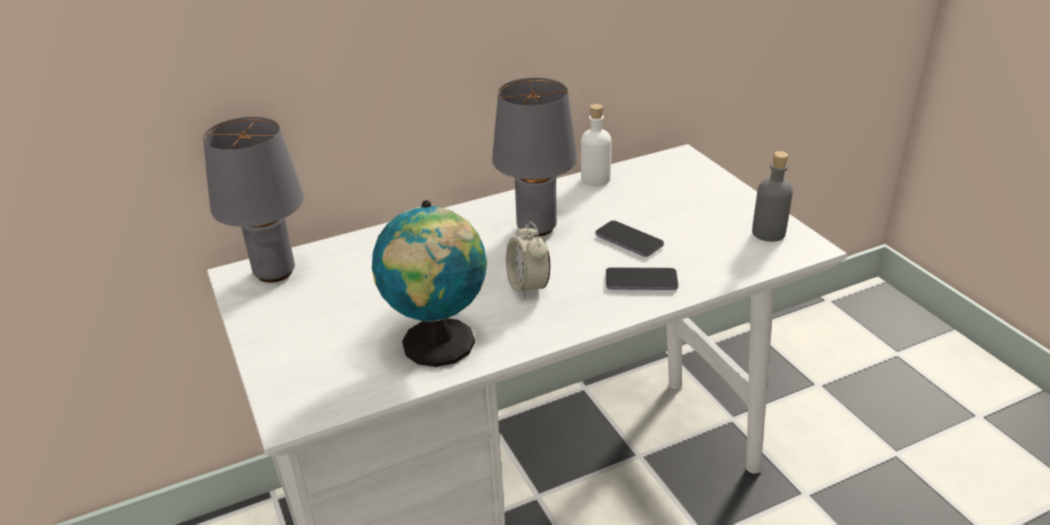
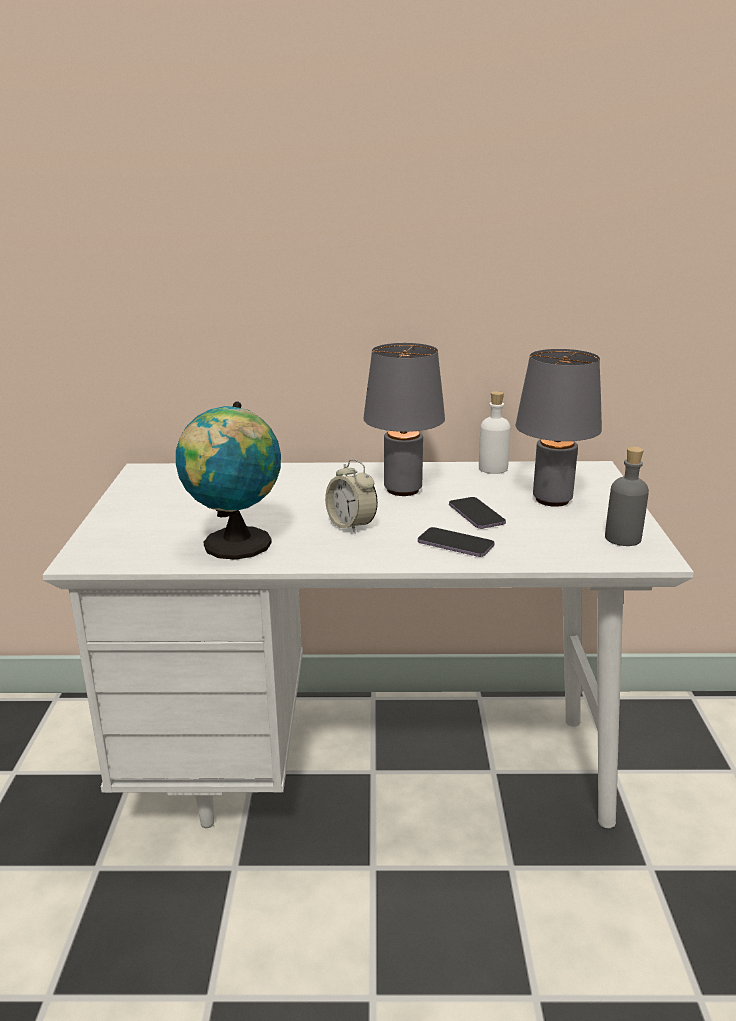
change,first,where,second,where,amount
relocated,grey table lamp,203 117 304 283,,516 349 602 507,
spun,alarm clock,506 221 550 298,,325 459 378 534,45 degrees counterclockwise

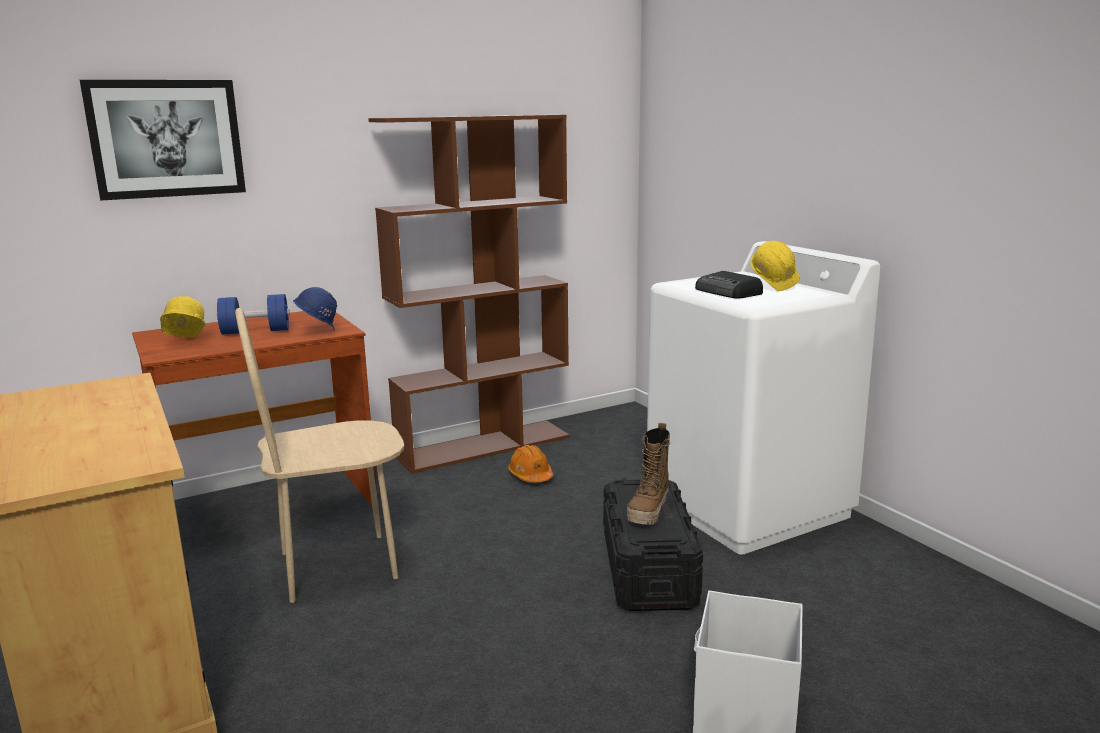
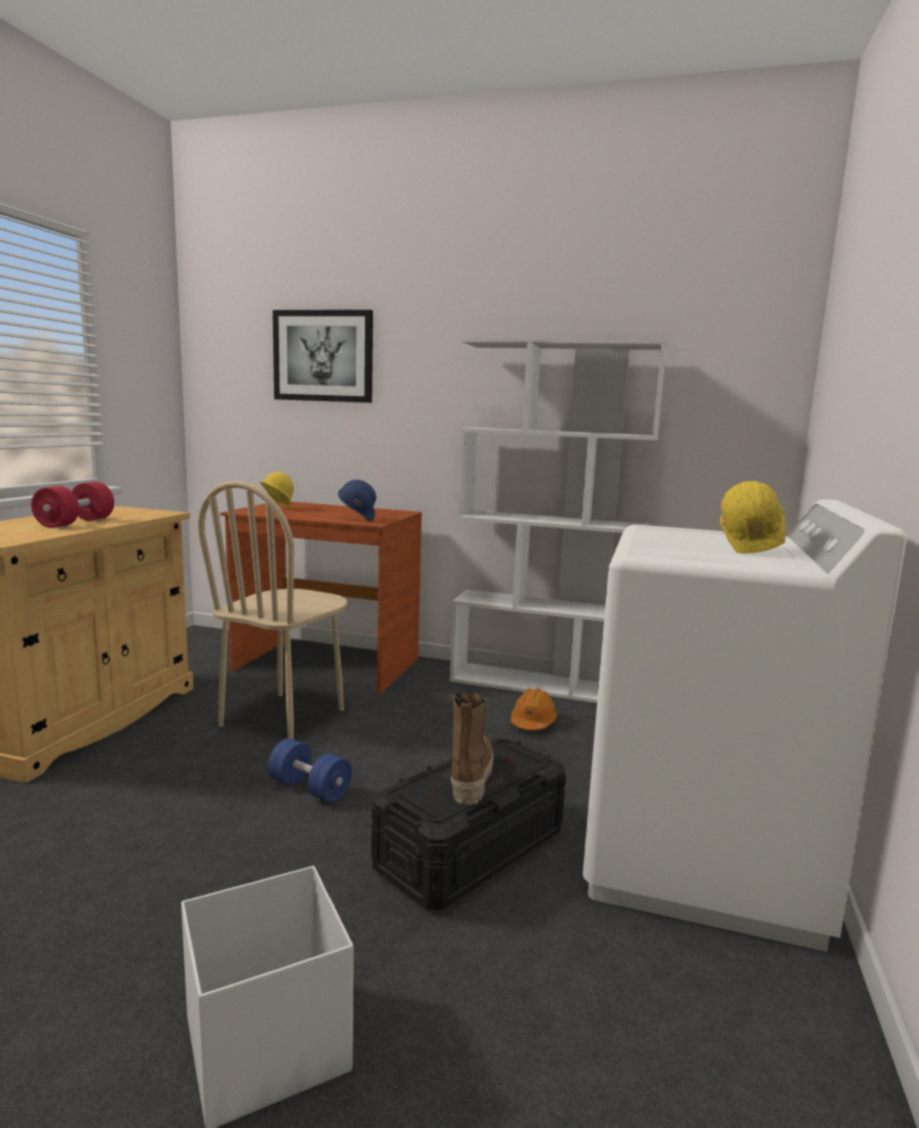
change,first,where,second,where,amount
relocated,blue dumbbell,217 294 290 335,,268 738 352 803,
spun,beige chair,235 308 404 603,,197 481 348 739,90 degrees counterclockwise
colour,brown bookcase,368 115 569 474,white bookcase,450 338 667 703,
spun,boot,627 423 670 525,,451 692 494 805,120 degrees clockwise
missing,radio,695 271 763 299,,,
appeared,,,red dumbbell,31 482 114 528,

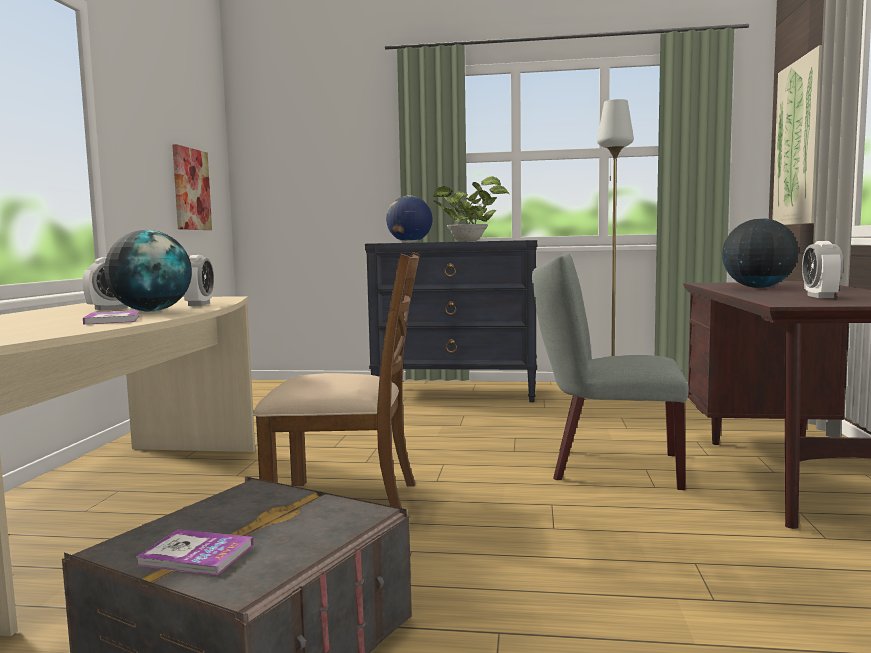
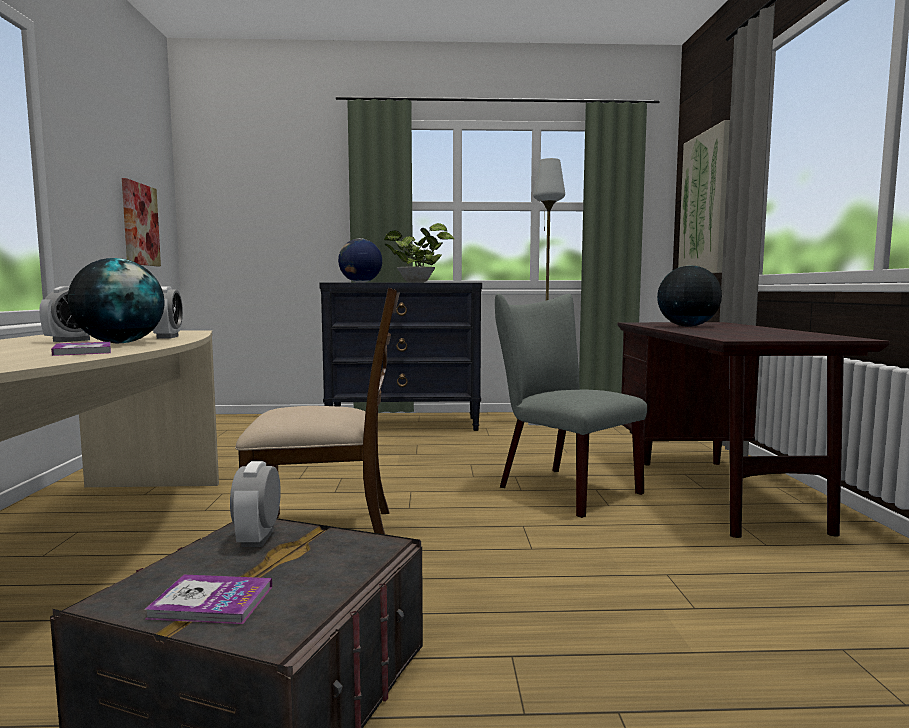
change,first,where,second,where,amount
spun,grey chair,532 254 689 490,,495 294 647 518,45 degrees clockwise
relocated,alarm clock,802 241 843 298,,230 461 281 547,

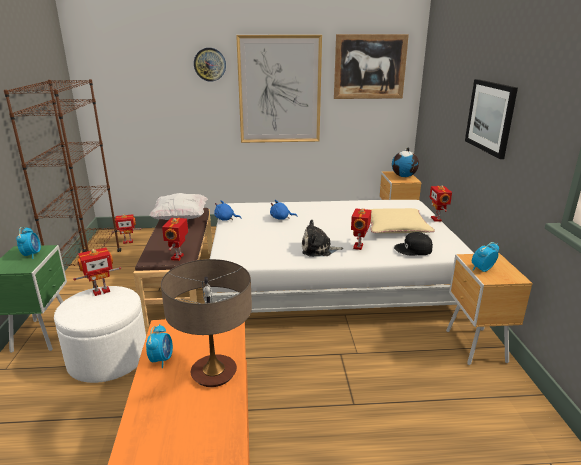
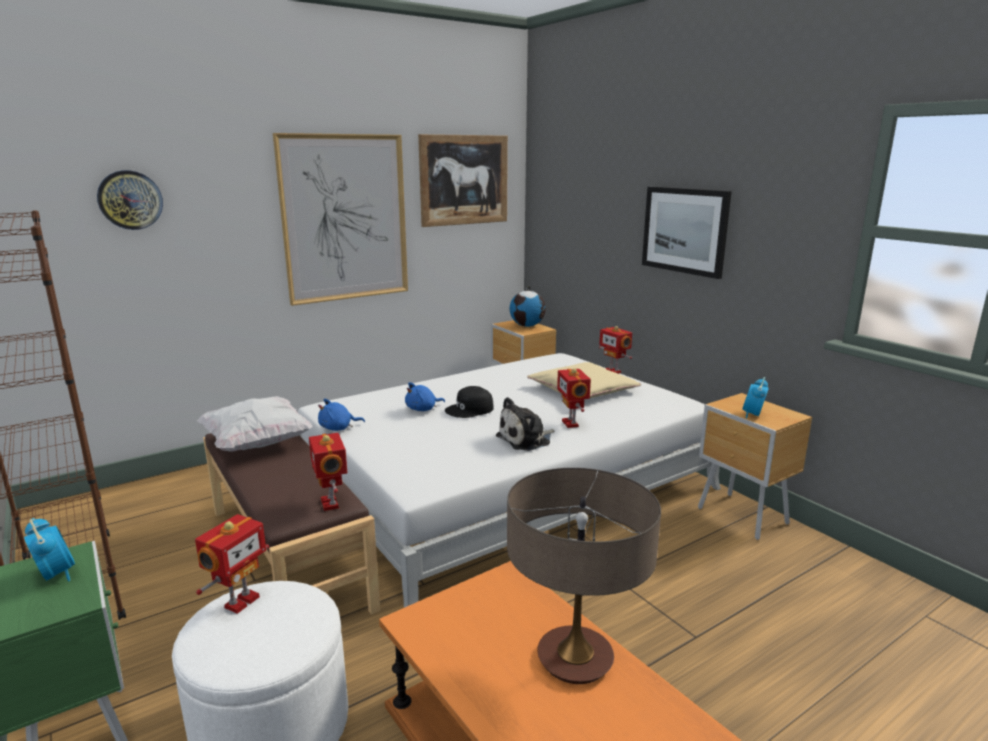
change,first,where,second,where,amount
missing,toy robot,111 214 141 244,,,
missing,alarm clock,146 324 173 368,,,
relocated,wall clock,194 48 226 82,,97 170 163 230,
relocated,black cap,394 232 433 255,,445 386 494 418,

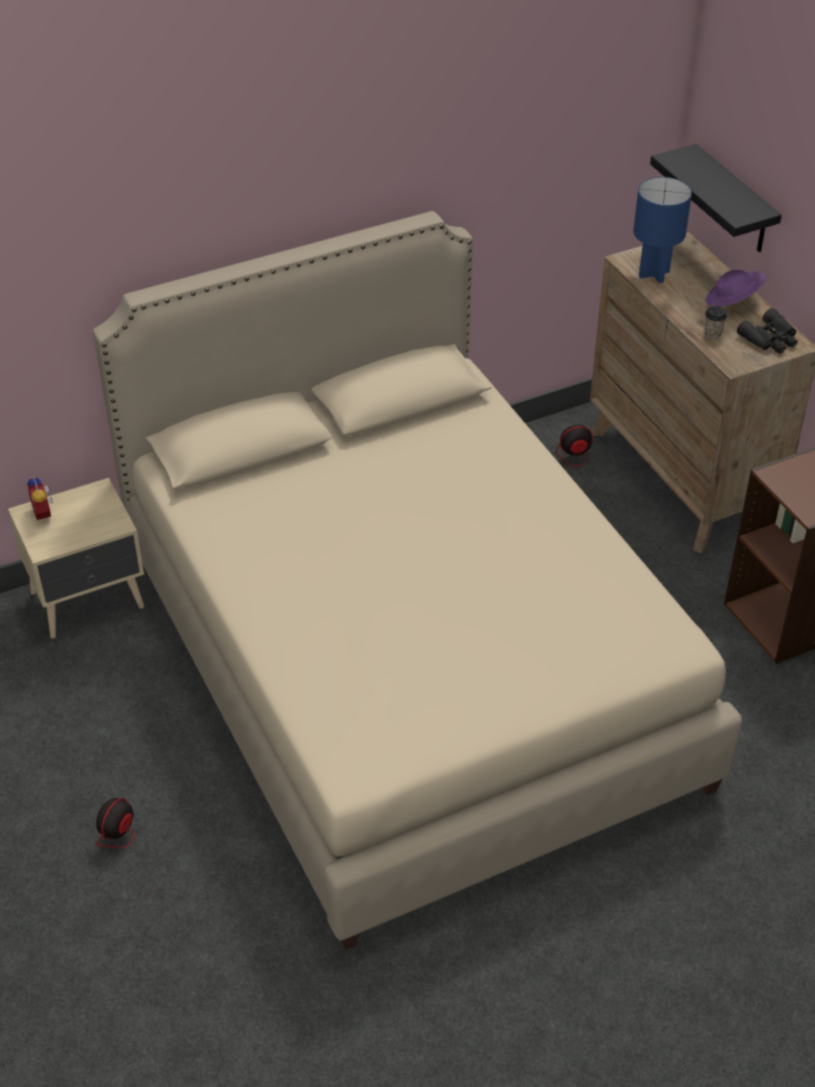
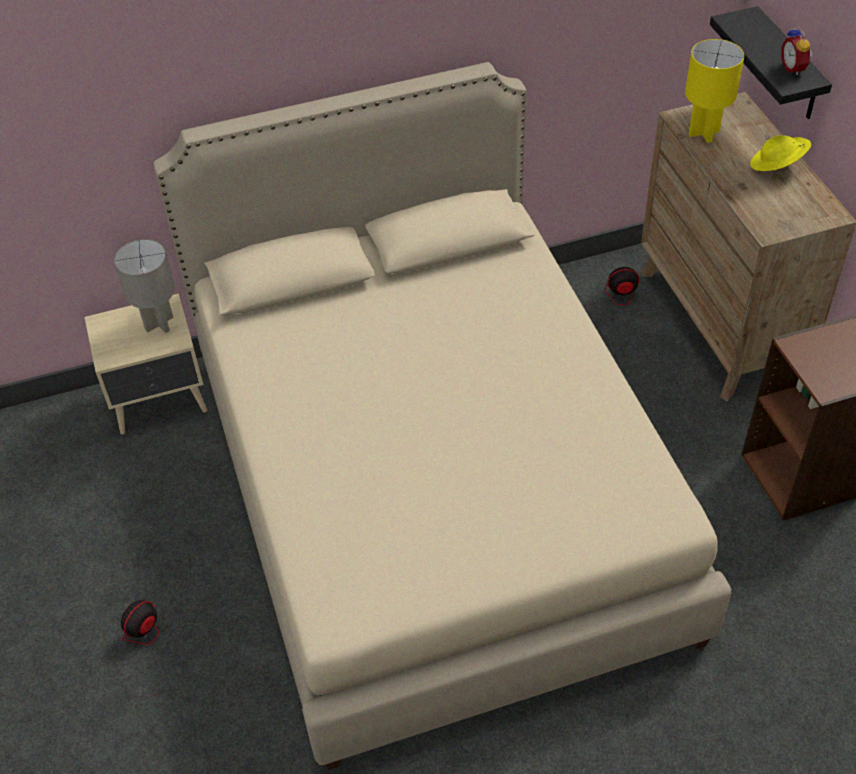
change,first,where,second,where,amount
relocated,alarm clock,27 476 54 522,,781 26 813 75,
colour,blue table lamp,633 177 692 283,yellow table lamp,685 39 744 143,
missing,cup,704 306 727 339,,,
colour,purple hat,706 270 766 306,yellow hat,750 135 811 171,
missing,black binoculars,737 308 798 354,,,
appeared,,,grey table lamp,114 239 175 333,

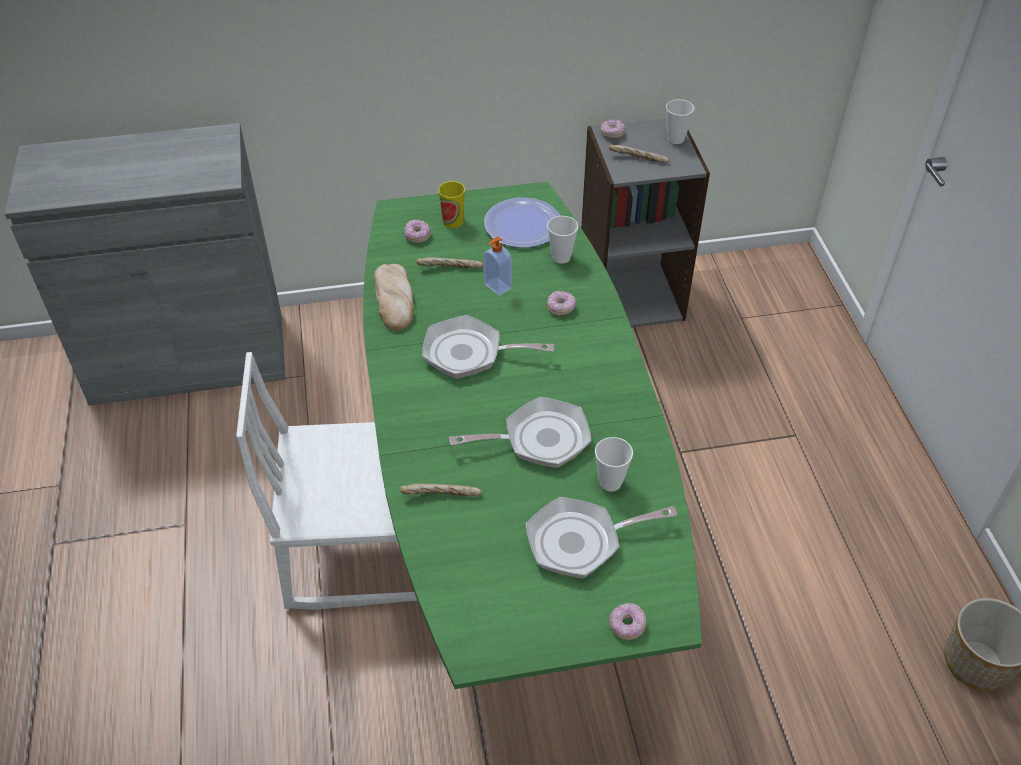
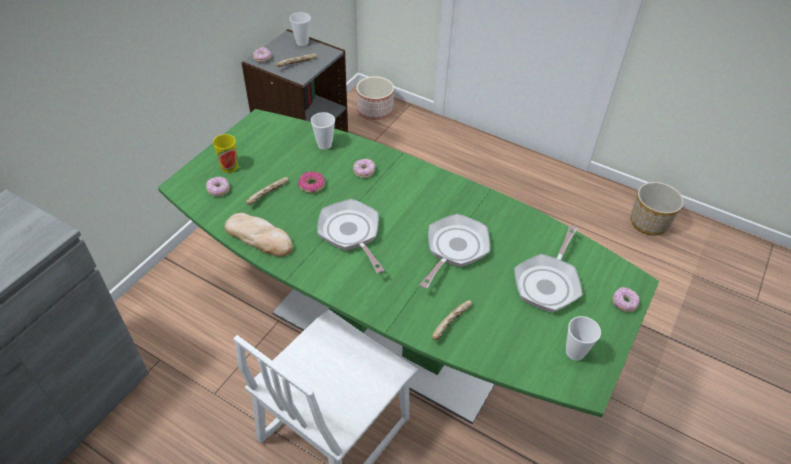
change,first,where,second,where,amount
spun,frying pan,422 315 554 379,,317 199 384 273,105 degrees clockwise
exchanged,soap dispenser,483 237 512 296,donut,298 171 325 193,
missing,plate,484 198 560 248,,,
relocated,cup,595 437 633 492,,566 316 601 361,
appeared,,,planter,356 76 394 120,

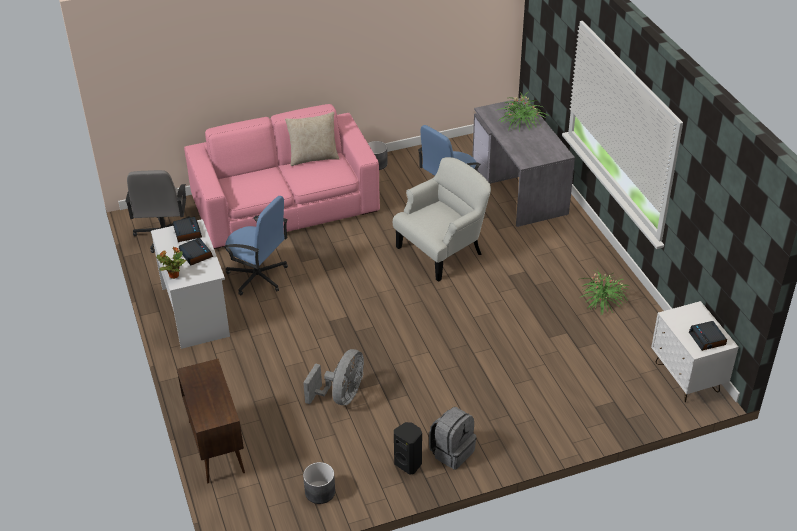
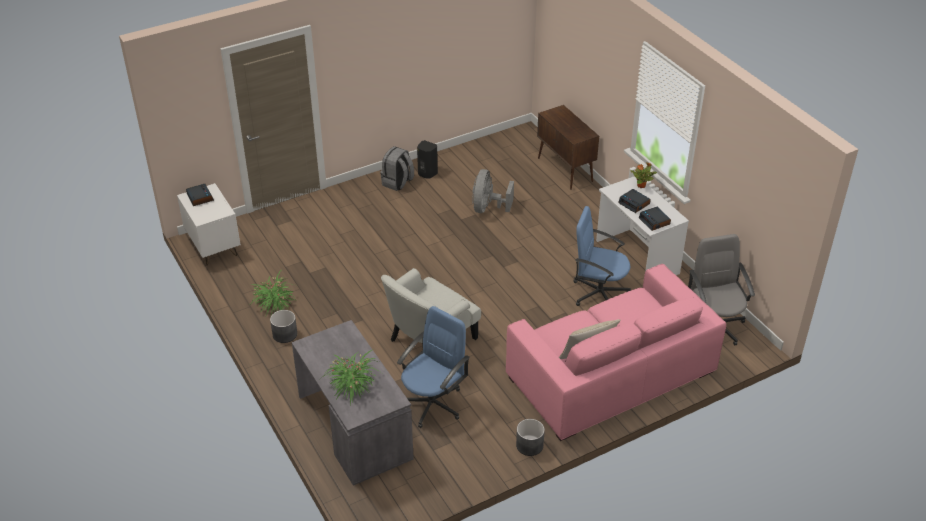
change,first,where,second,where,amount
relocated,grey planter,303 462 335 504,,270 310 297 343,

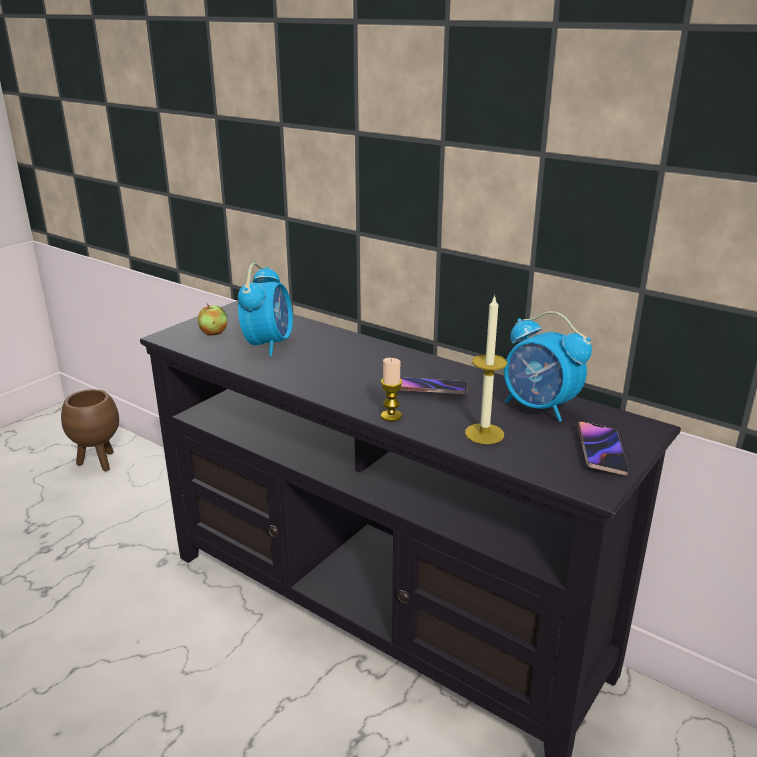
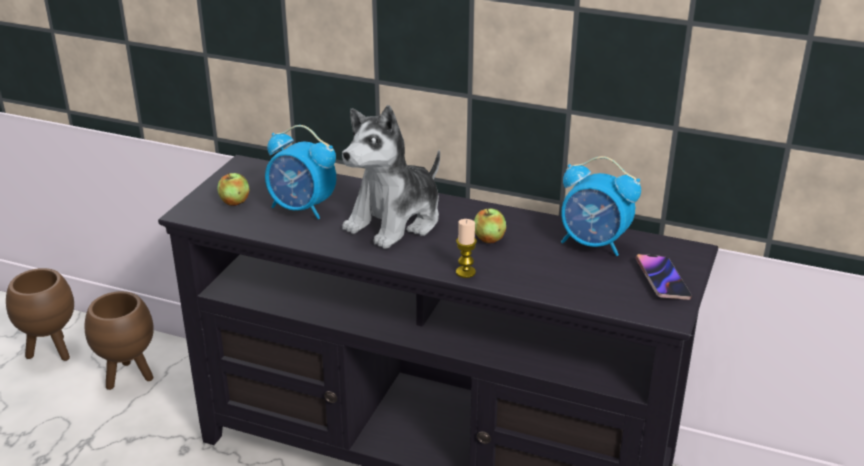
change,first,where,second,where,amount
spun,alarm clock,238 263 293 356,,265 125 336 219,120 degrees clockwise
exchanged,phone,400 377 468 394,apple,474 209 506 243,
missing,candle,465 294 507 444,,,
appeared,,,brown planter,85 291 154 390,
appeared,,,plush toy,342 105 440 249,

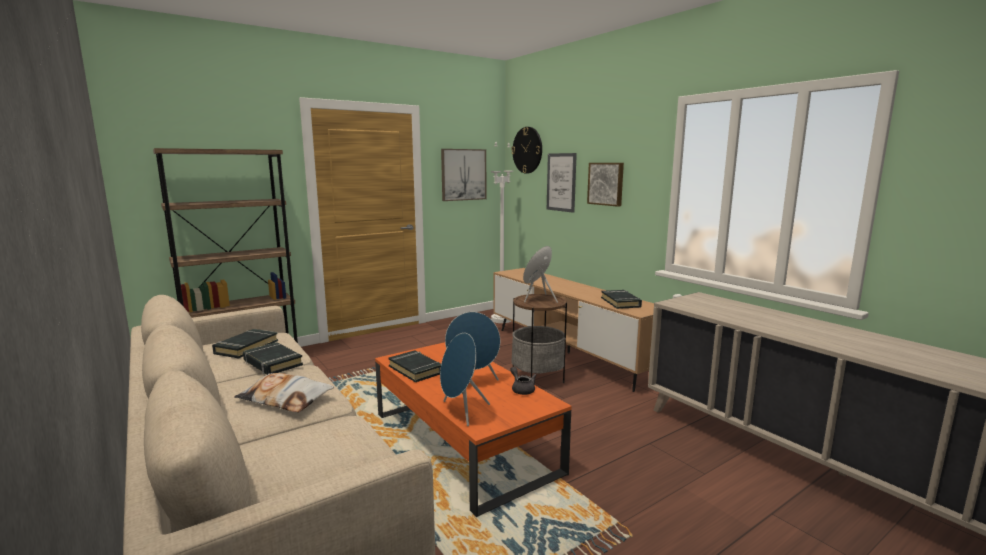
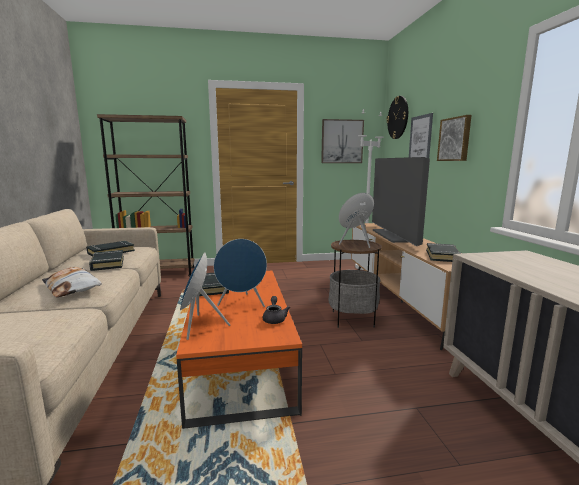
change,first,where,second,where,amount
appeared,,,television,372 157 430 246,

